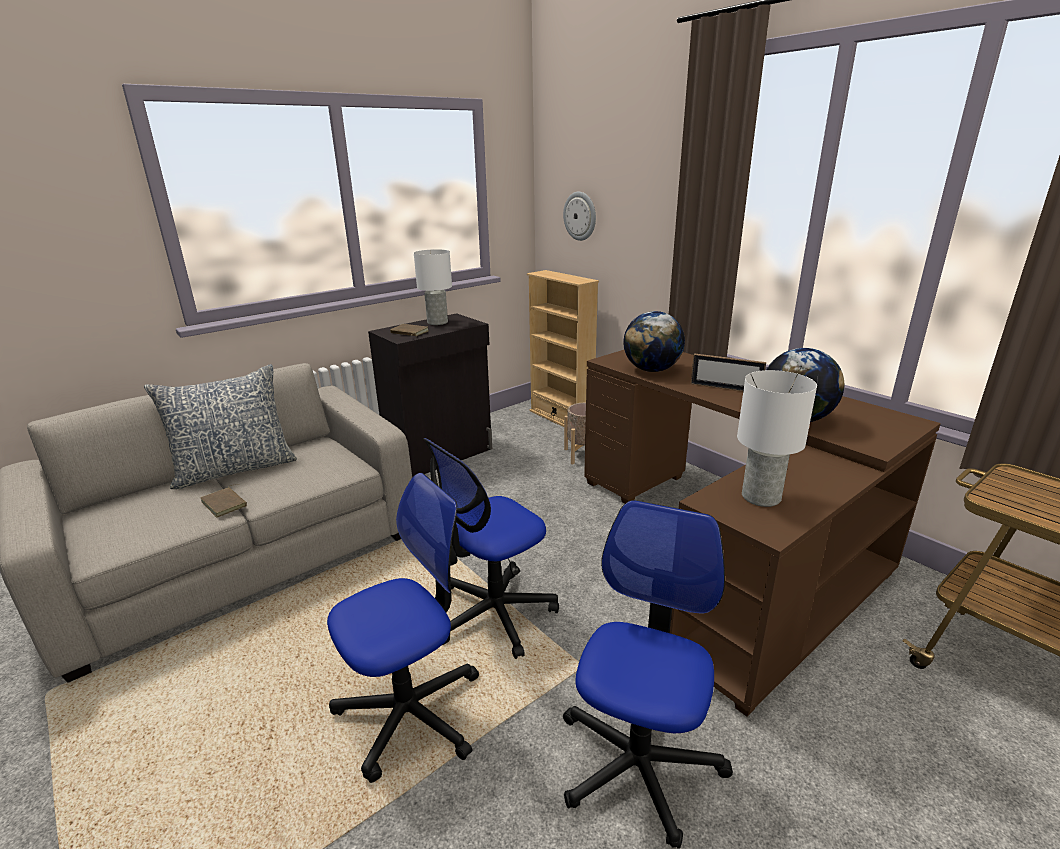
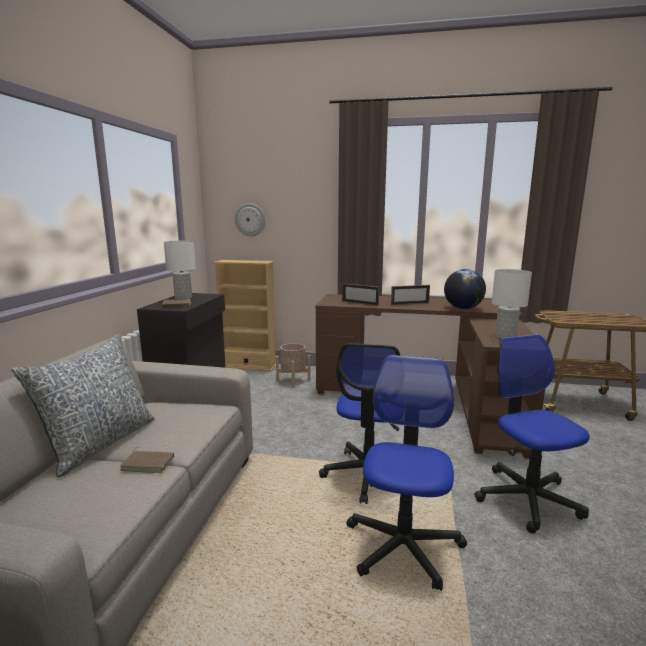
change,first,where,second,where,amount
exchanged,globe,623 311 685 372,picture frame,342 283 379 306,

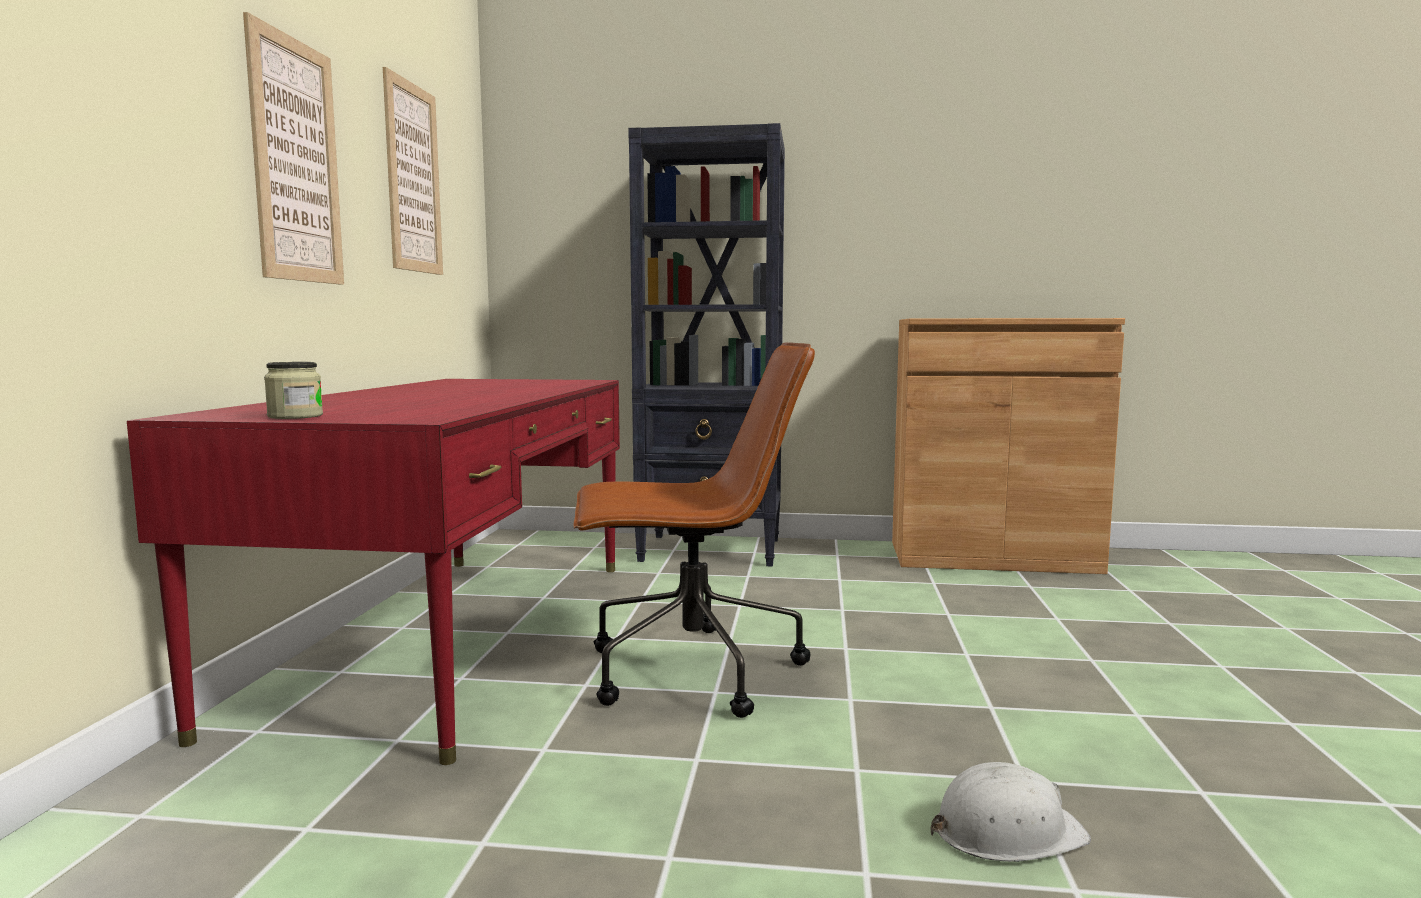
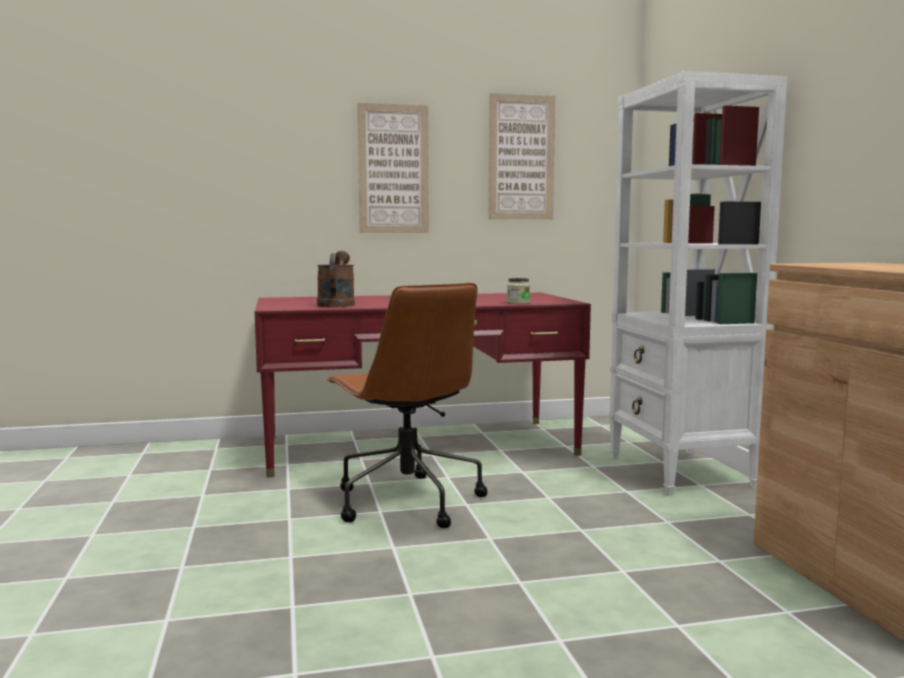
change,first,where,second,where,amount
relocated,jar,264 362 323 419,,507 278 530 304,
colour,black bookcase,628 123 785 567,white bookcase,609 71 787 496,
missing,white hard hat,931 762 1091 862,,,
appeared,,,brown watering can,317 251 355 307,

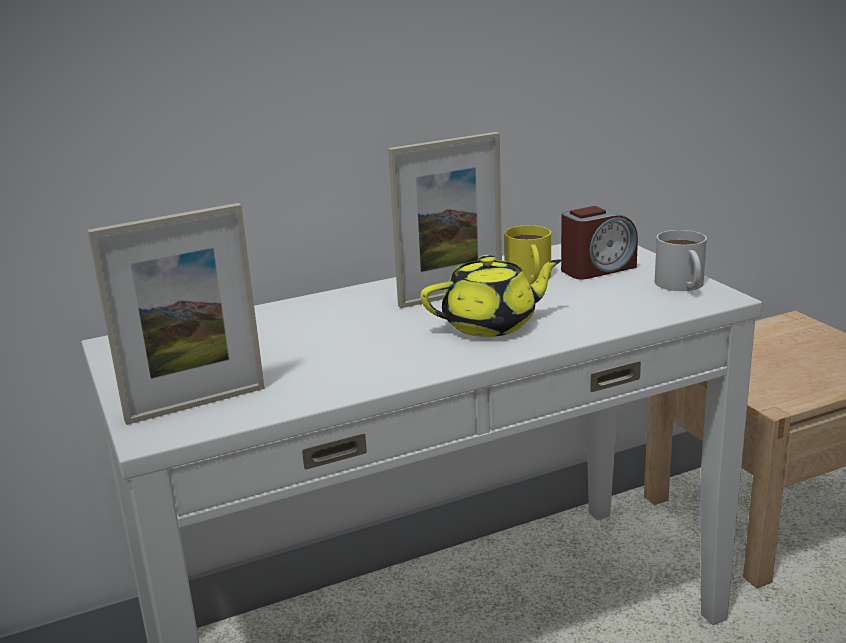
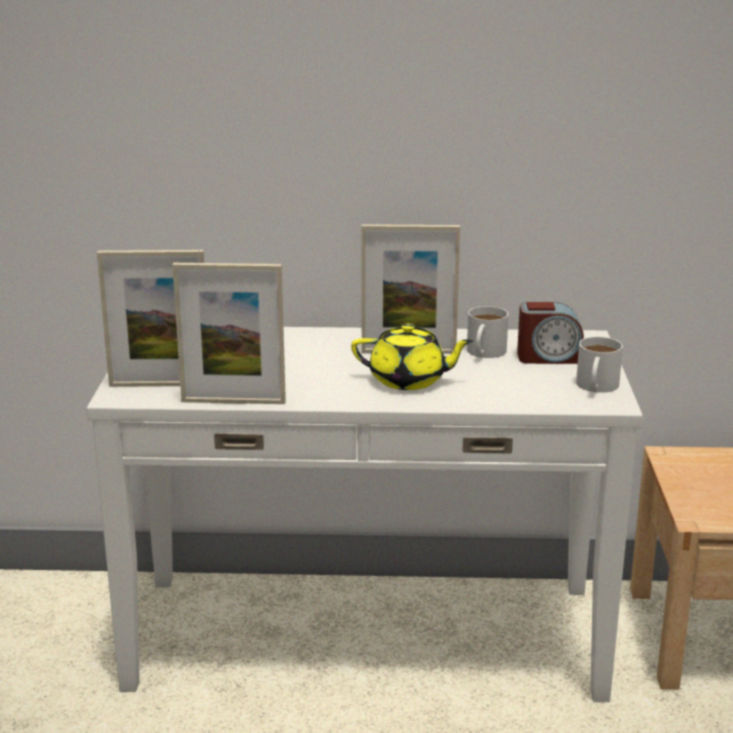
change,first,where,second,where,amount
colour,yellow mug,504 225 551 284,white mug,467 306 508 358,
appeared,,,picture frame,172 263 286 404,

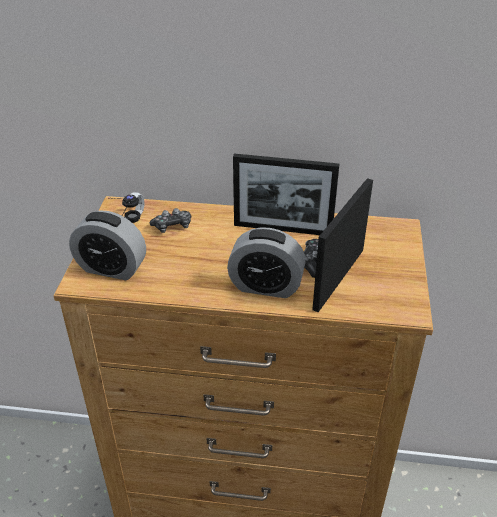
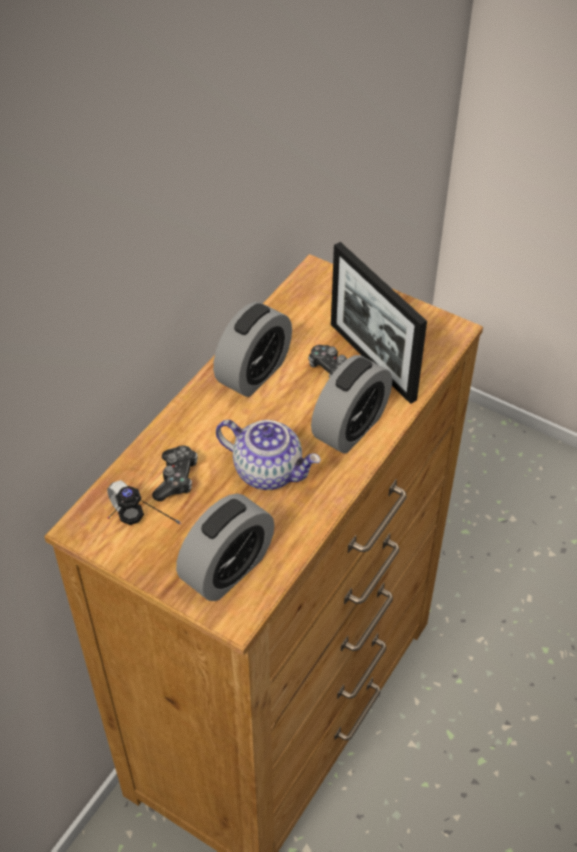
change,first,where,second,where,amount
exchanged,picture frame,233 153 339 235,alarm clock,213 302 292 397,
appeared,,,teapot,216 420 321 490,

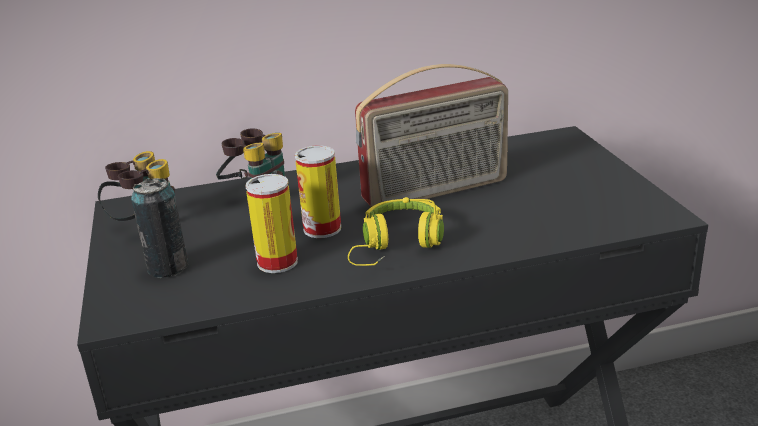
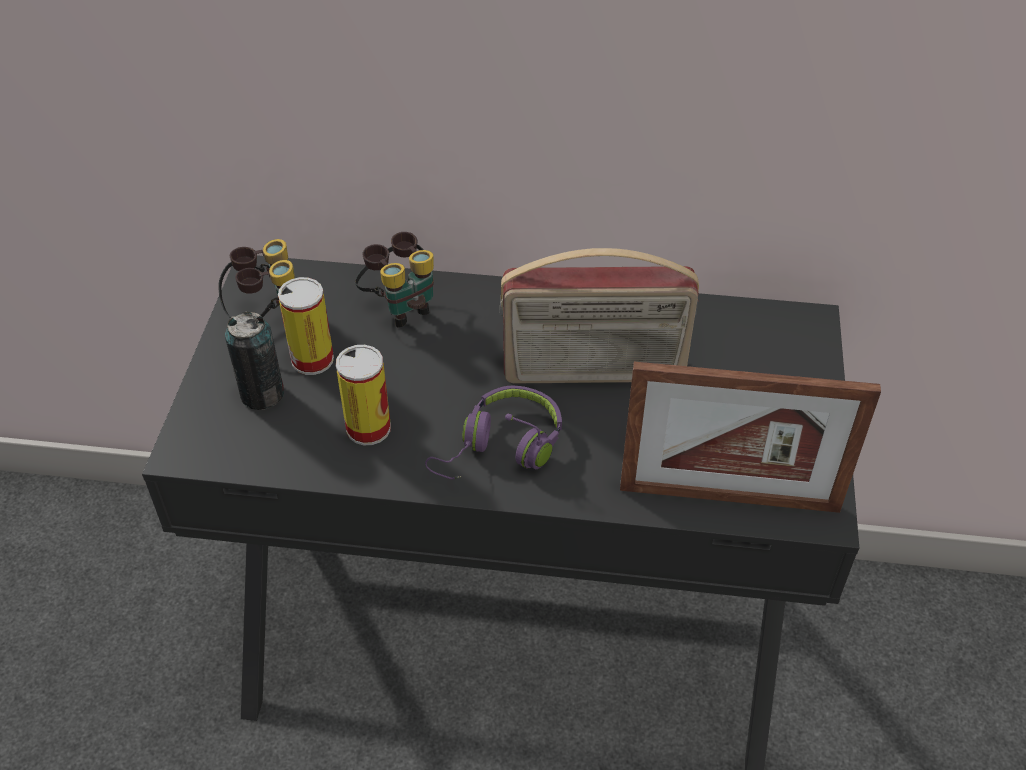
change,first,where,second,where,amount
relocated,can,295 145 341 238,,278 277 334 375,
colour,yellow headphones,348 197 444 266,purple headphones,425 386 562 479,
appeared,,,picture frame,620 362 881 513,

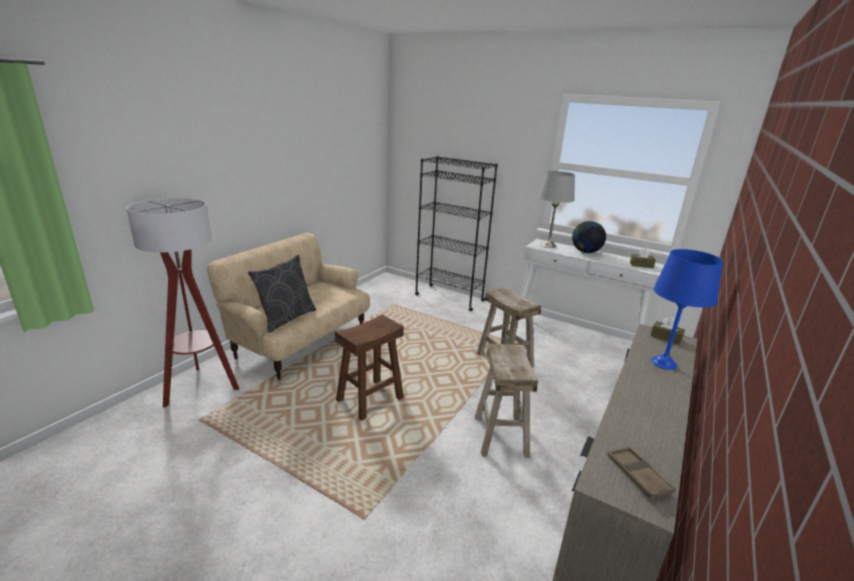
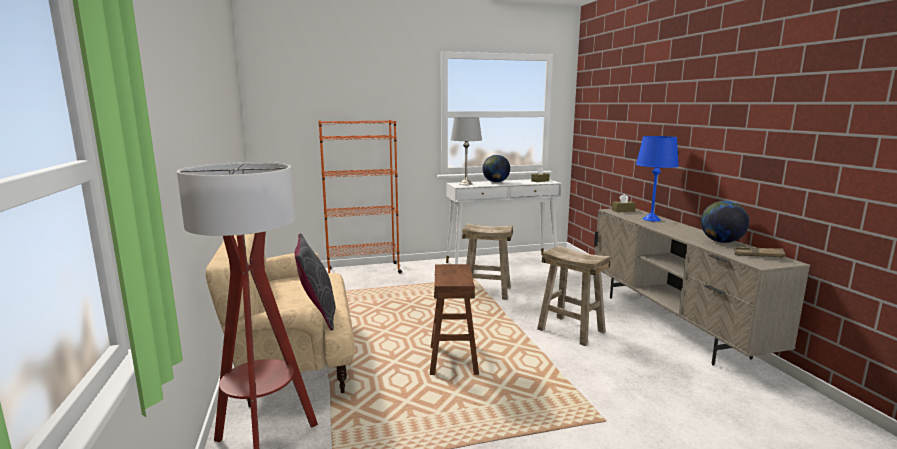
change,first,where,second,where,amount
colour,black bookcase,415 156 498 311,orange bookcase,318 120 402 273,
appeared,,,globe,701 201 749 243,

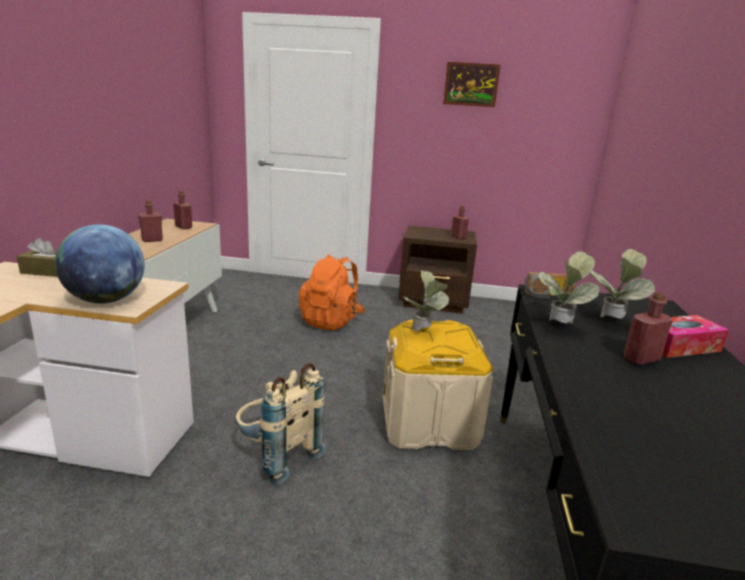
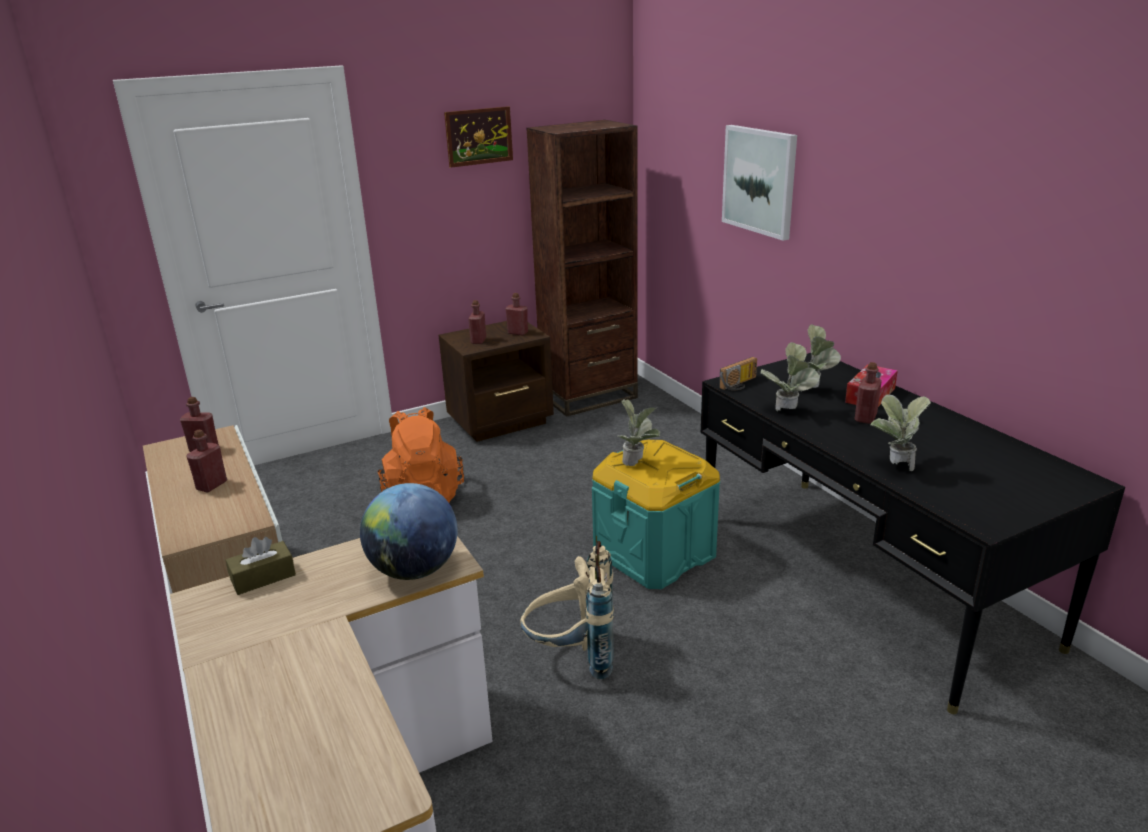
change,first,where,second,where,amount
colour,beige storage box,382 320 493 450,turquoise storage box,592 439 720 589,
appeared,,,red bottle,468 300 486 344,
appeared,,,brown bookcase,526 120 638 417,
appeared,,,picture,722 125 797 241,
appeared,,,potted plant,870 395 931 471,

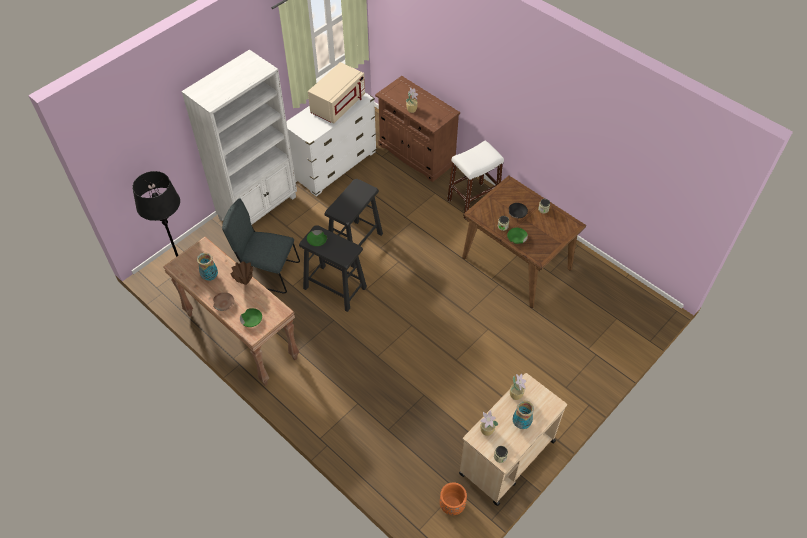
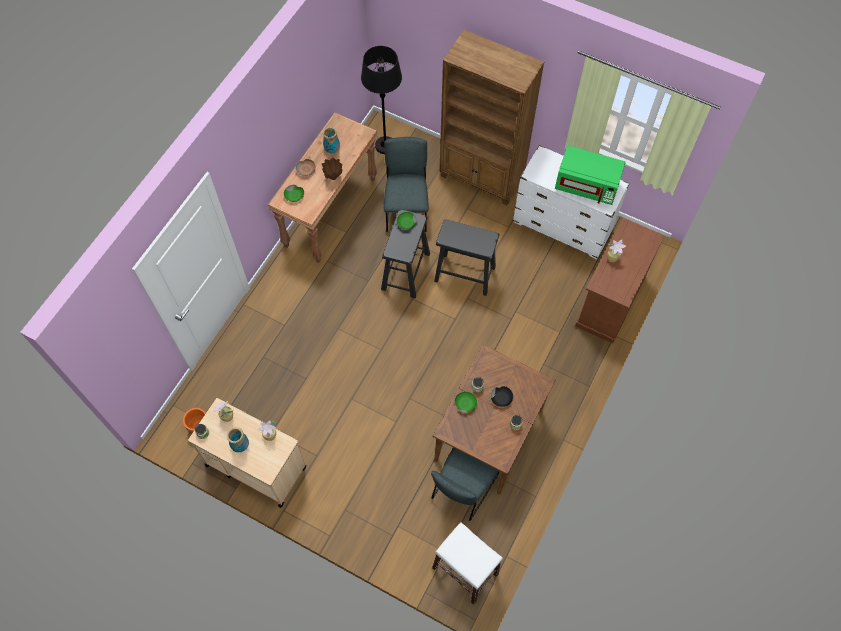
change,first,where,second,where,amount
colour,white bookcase,181 49 297 225,brown bookcase,439 30 544 205,
colour,beige microwave,308 62 365 123,green microwave,555 146 626 205,
relocated,white stool,447 140 504 220,,432 522 503 605,
appeared,,,grey chair,431 447 499 521,

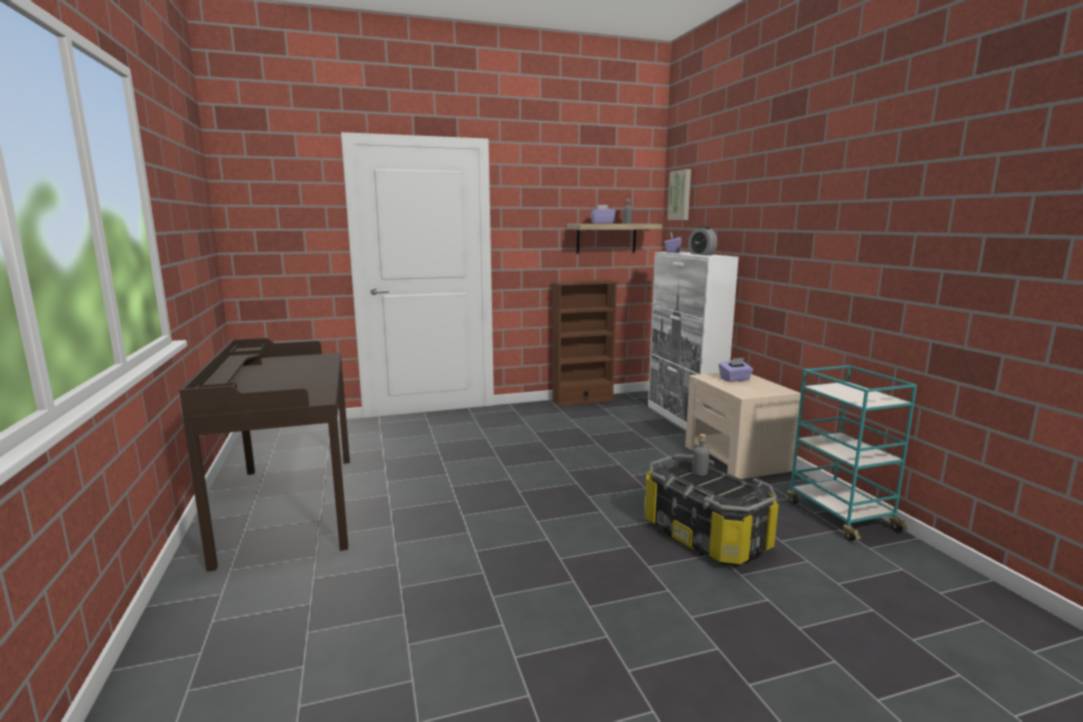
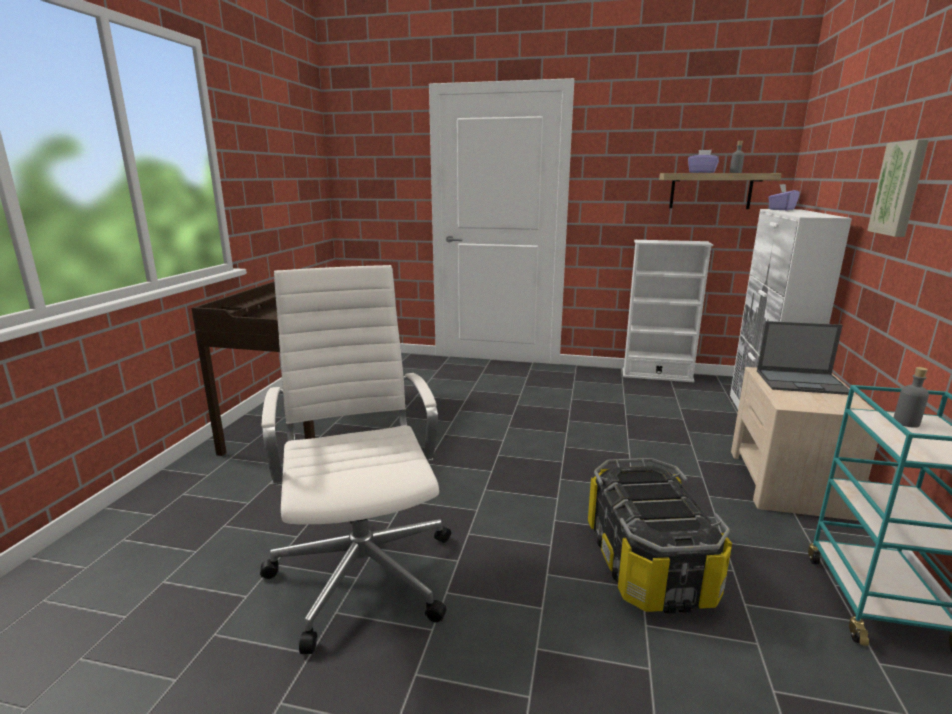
change,first,where,second,where,amount
colour,brown bookcase,551 280 618 407,white bookcase,622 240 713 382,
relocated,picture,668 169 691 220,,867 140 929 237,
missing,alarm clock,688 226 717 255,,,
relocated,grey bottle,692 434 709 476,,894 367 929 428,
exchanged,purple tissue box,719 358 753 382,laptop,757 321 850 395,
appeared,,,white office chair,260 265 451 654,

